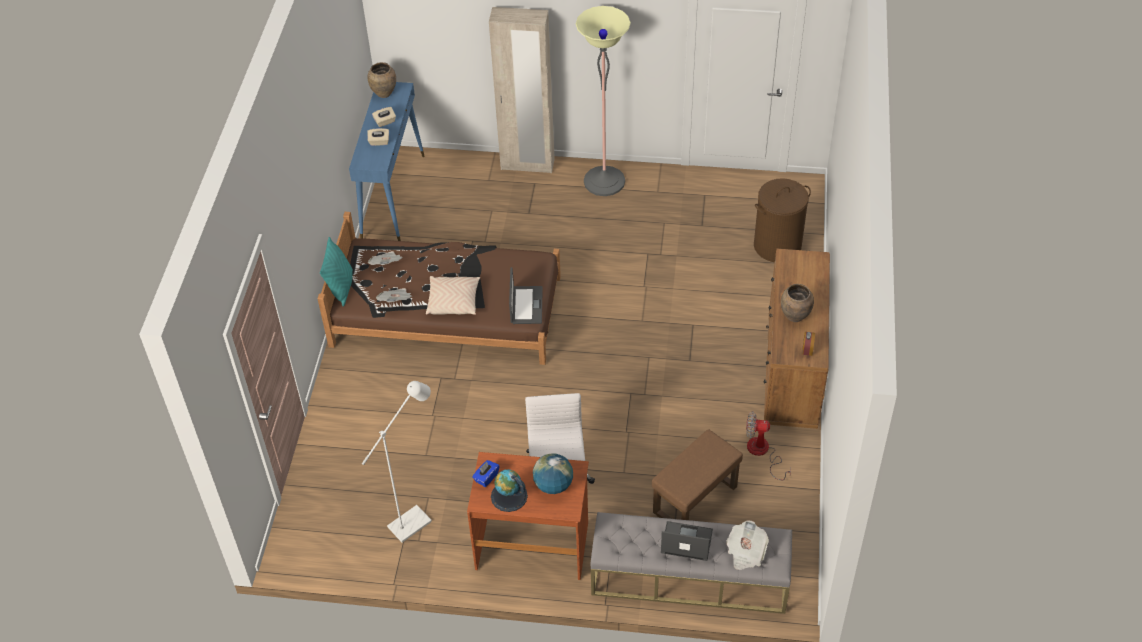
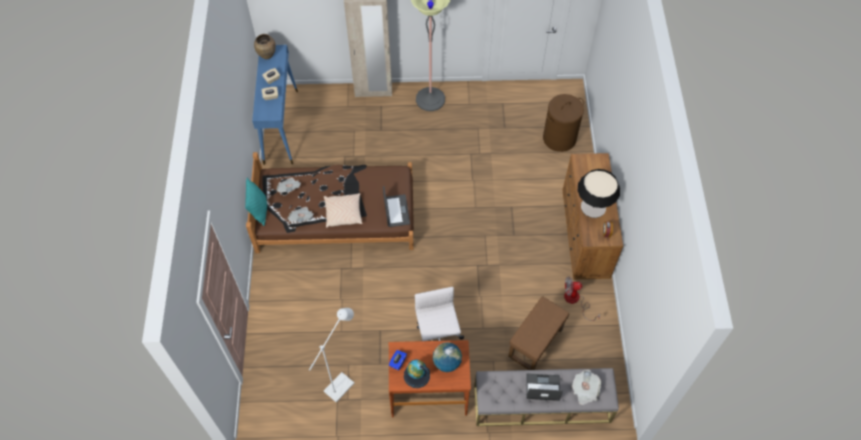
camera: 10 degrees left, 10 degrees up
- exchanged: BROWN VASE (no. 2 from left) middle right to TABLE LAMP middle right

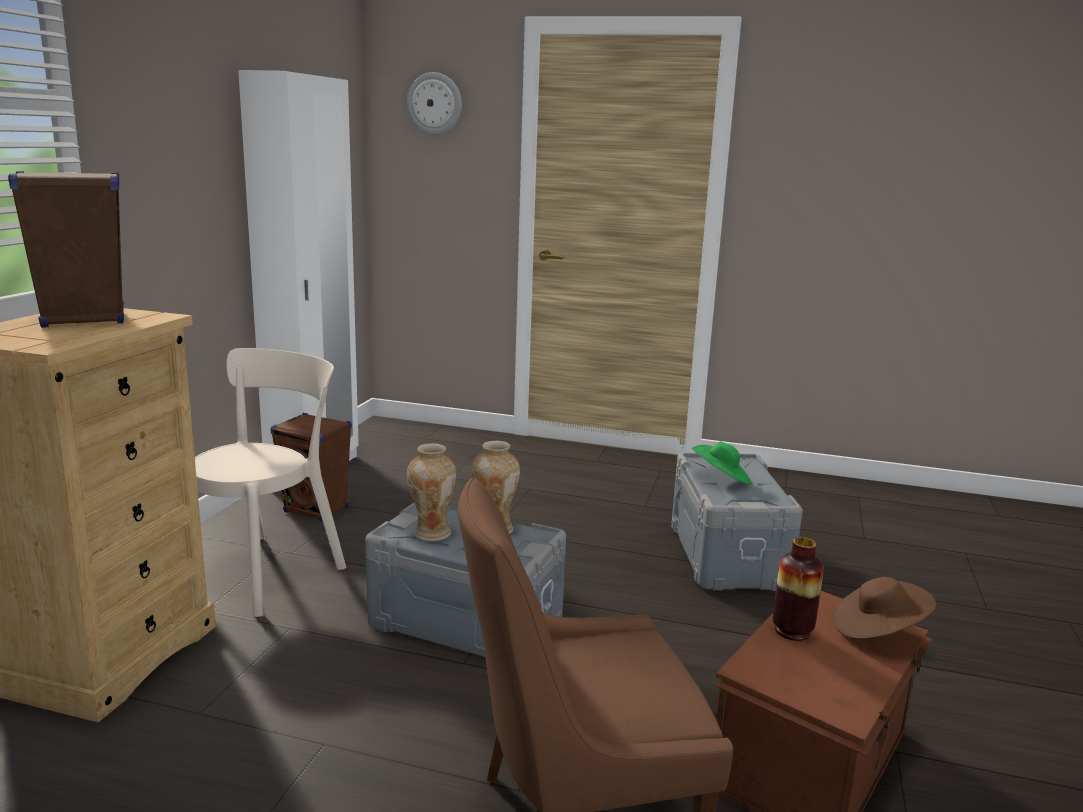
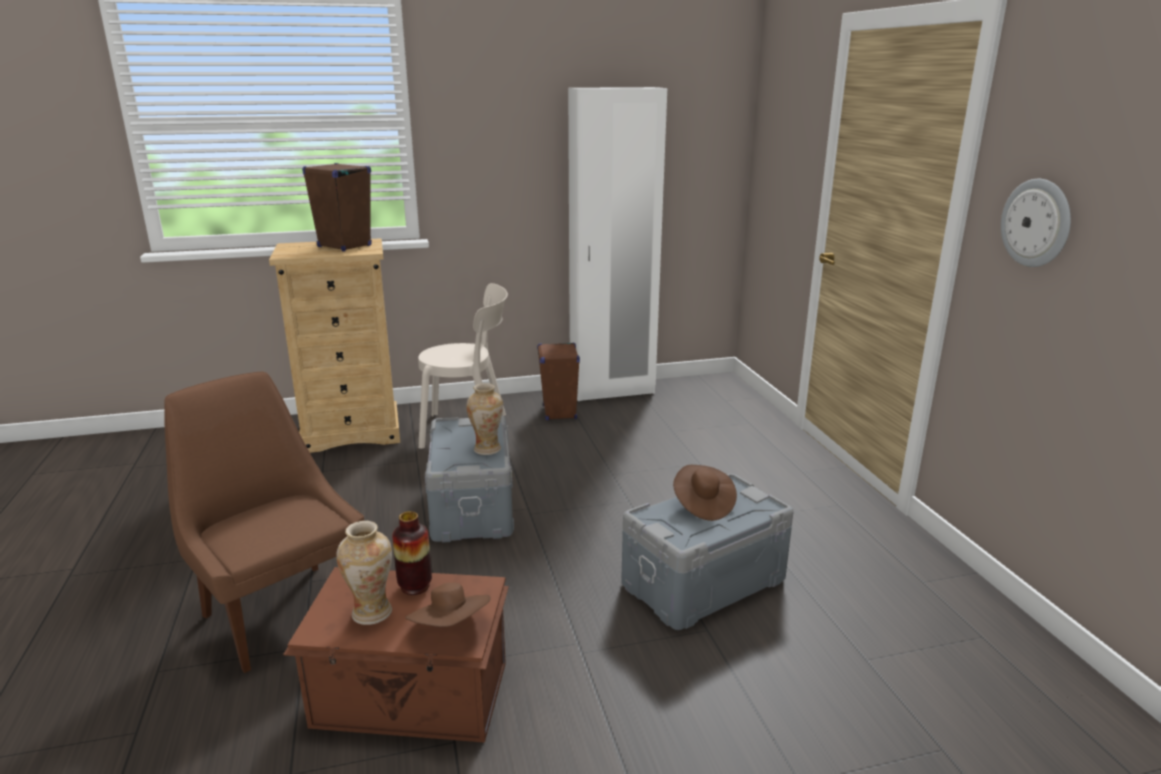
camera: 60 degrees right, 5 degrees up
- relocated: WALL CLOCK top centre to top right
- colour: GREEN HAT middle right to BROWN HAT (no. 2 from left) centre
- relocated: VASE (no. 1 from left) centre to bottom left

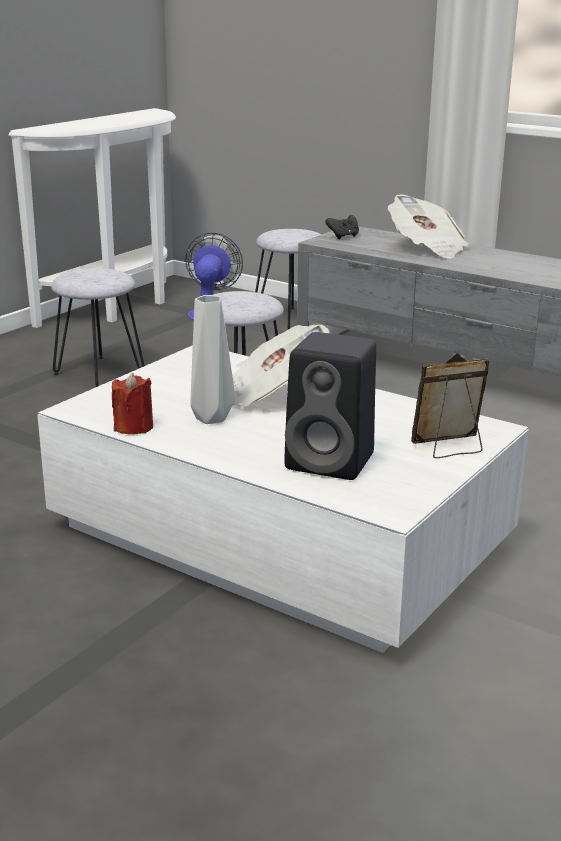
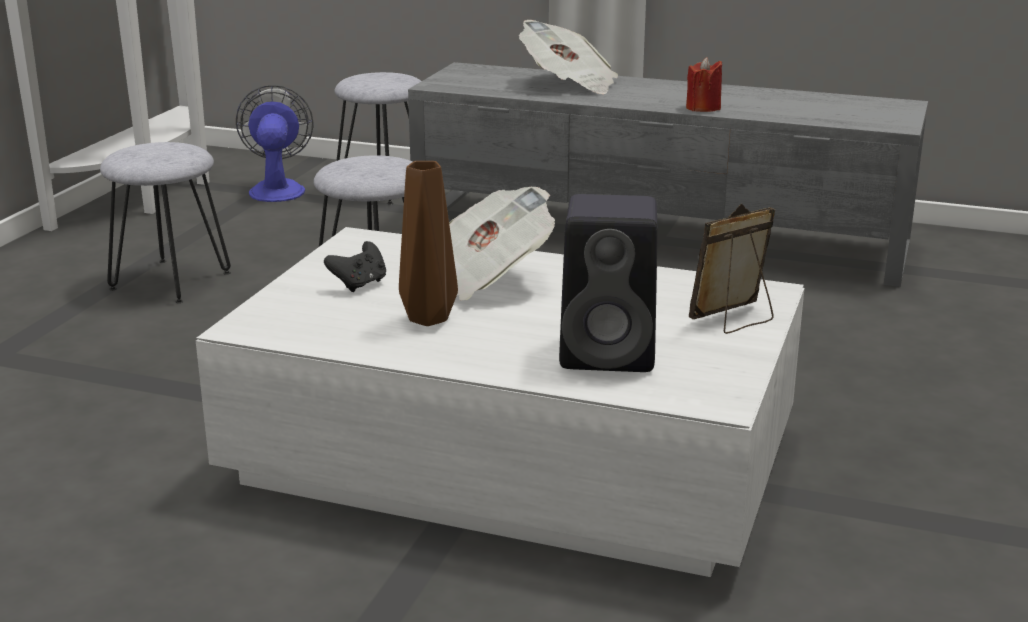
camera: 15 degrees left, 0 degrees up
- relocated: BLACK GAME CONTROLLER top centre to centre
- colour: GREY VASE centre to BROWN VASE centre
- relocated: RED CANDLE middle left to top right

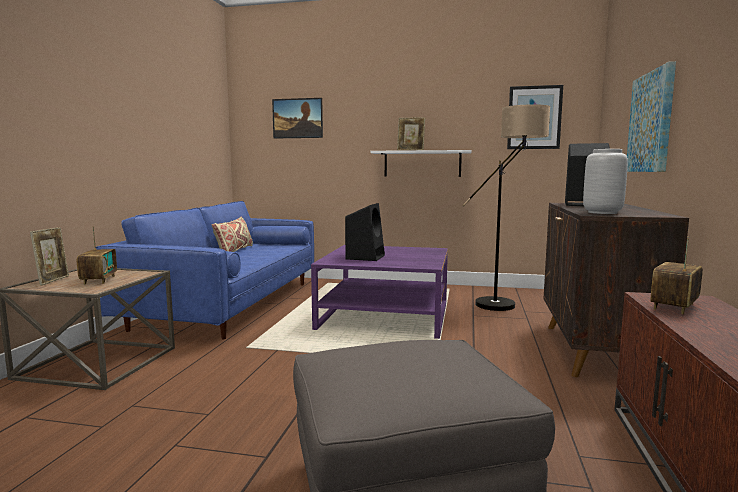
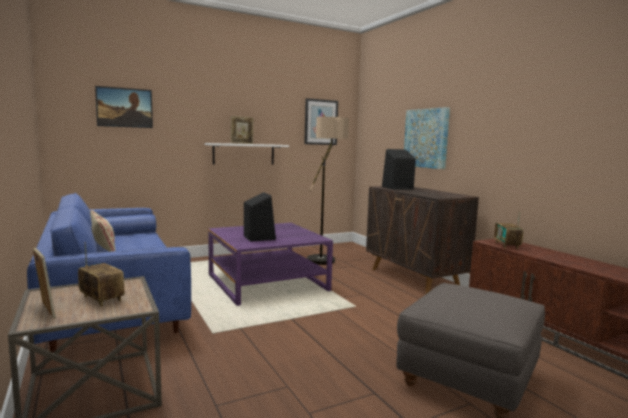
camera: 40 degrees left, 0 degrees up
- missing: GREY VASE middle right

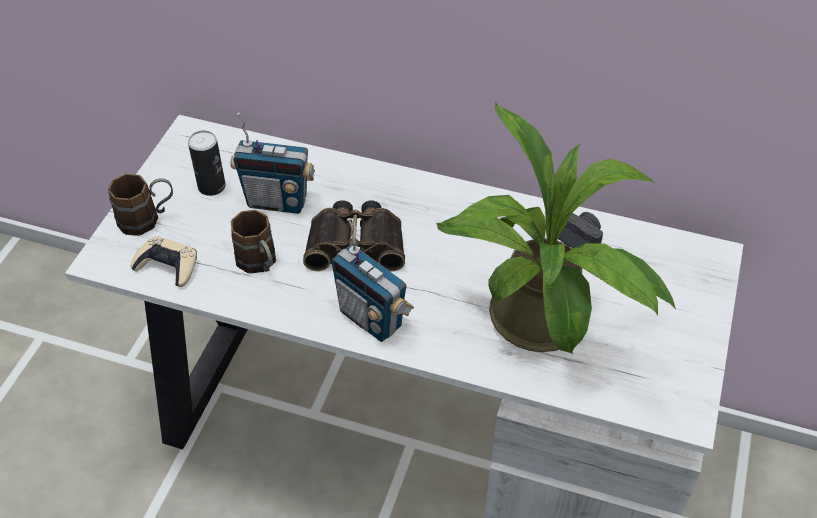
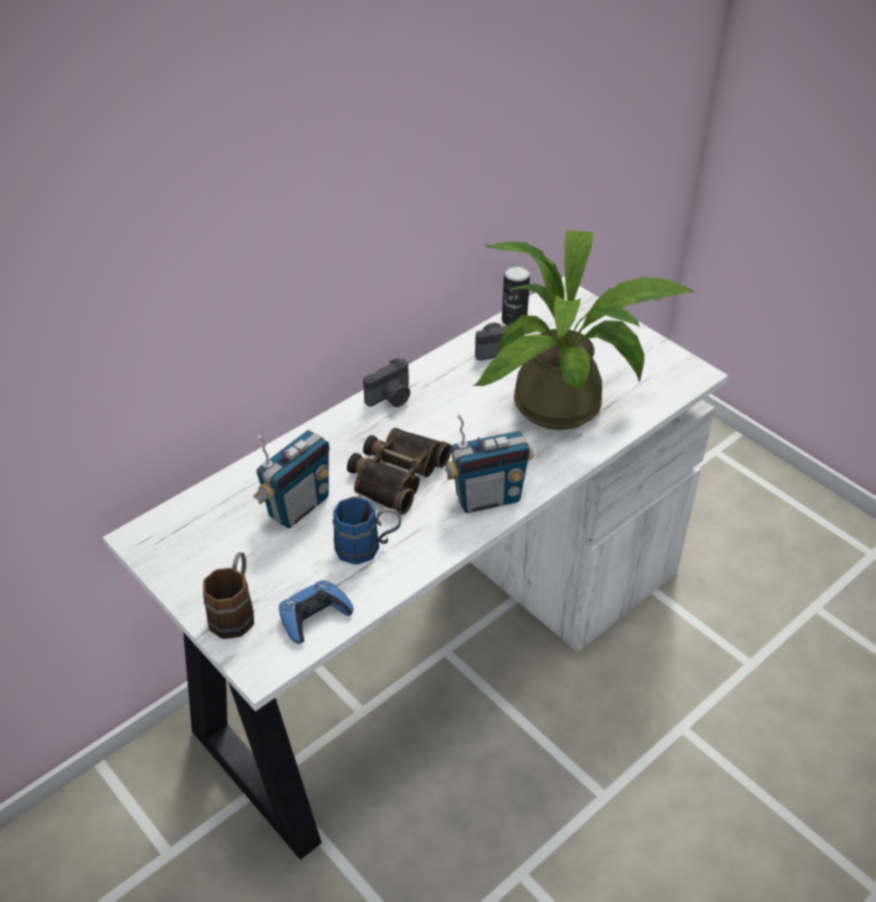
camera: 60 degrees left, 5 degrees down
- relocated: CAN top left to top centre
- colour: BROWN MUG (no. 2 from left) middle left to BLUE MUG centre
- colour: BEIGE GAME CONTROLLER middle left to BLUE GAME CONTROLLER bottom centre
- appeared: PHOTO CAMERA (no. 1 from left) centre

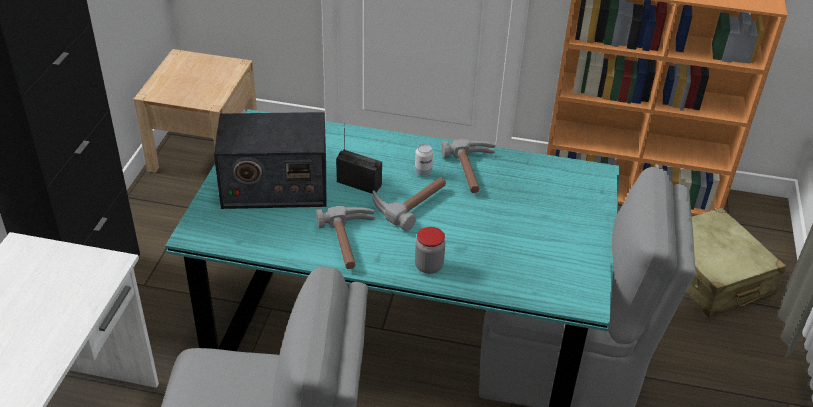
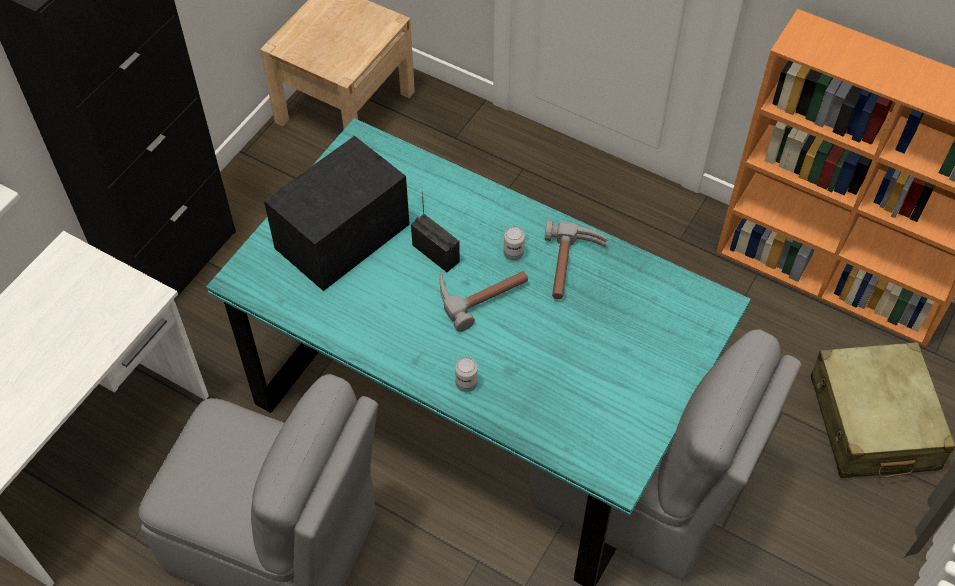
camera: 20 degrees right, 15 degrees up
- spun: RADIO (no. 1 from left) middle left = centre 120 degrees clockwise
- missing: HAMMER (no. 1 from left) centre
- exchanged: JAR centre to CAN (no. 1 from left) centre

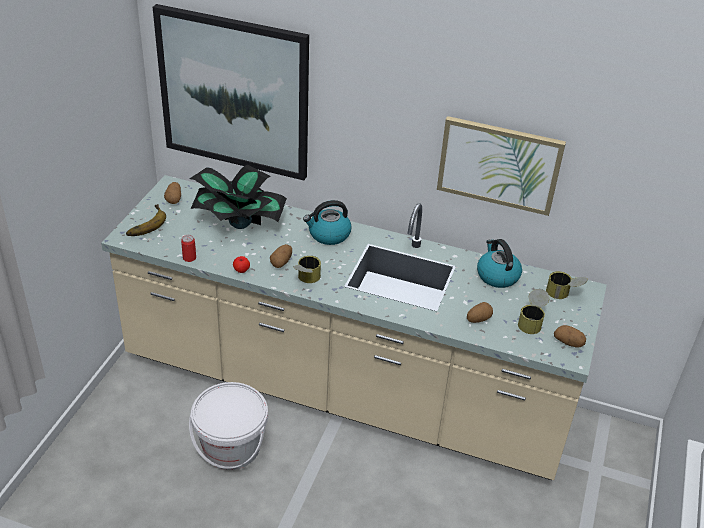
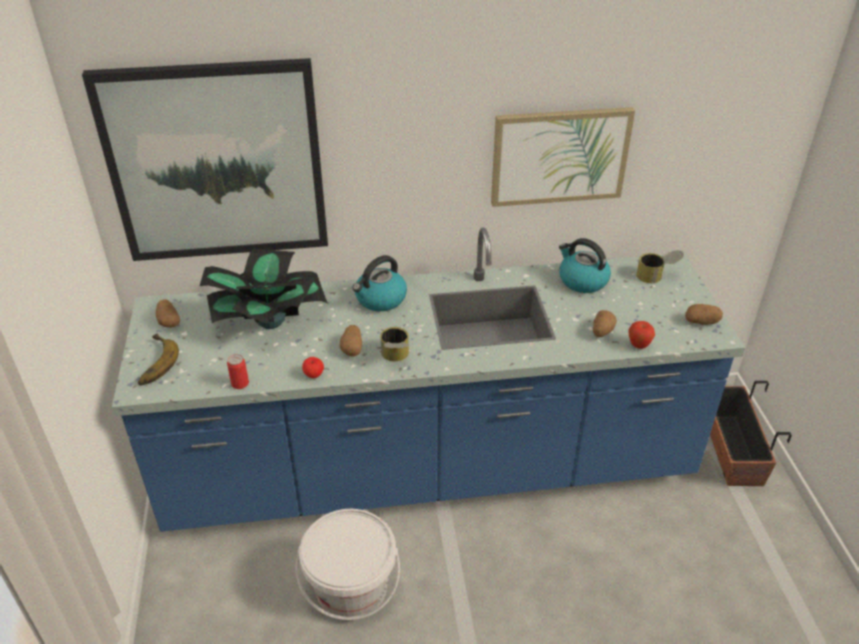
camera: 25 degrees left, 0 degrees up
- colour: BEIGE COUNTER centre to BLUE COUNTER centre
- missing: CAN (no. 3 from left) middle right
- appeared: APPLE (no. 2 from left) middle right
- appeared: PLANTER bottom right

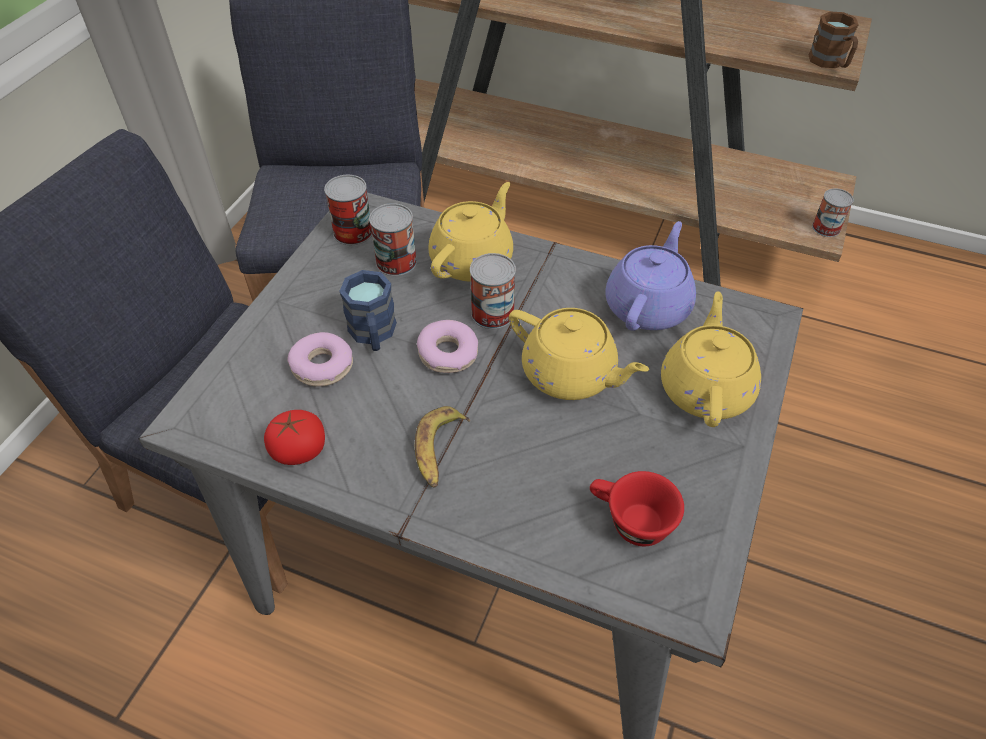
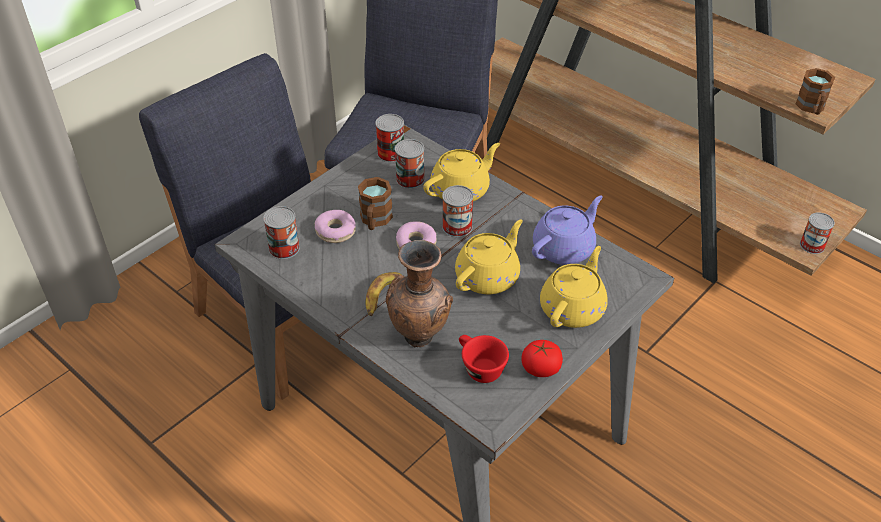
camera: 20 degrees right, 5 degrees down
- colour: BLUE MUG centre to BROWN MUG (no. 1 from left) centre
- spun: YELLOW TEAPOT (no. 2 from left) centre = centre 105 degrees counterclockwise
- relocated: TOMATO middle left to bottom centre
- appeared: CAN (no. 1 from left) middle left
- appeared: BROWN VASE centre

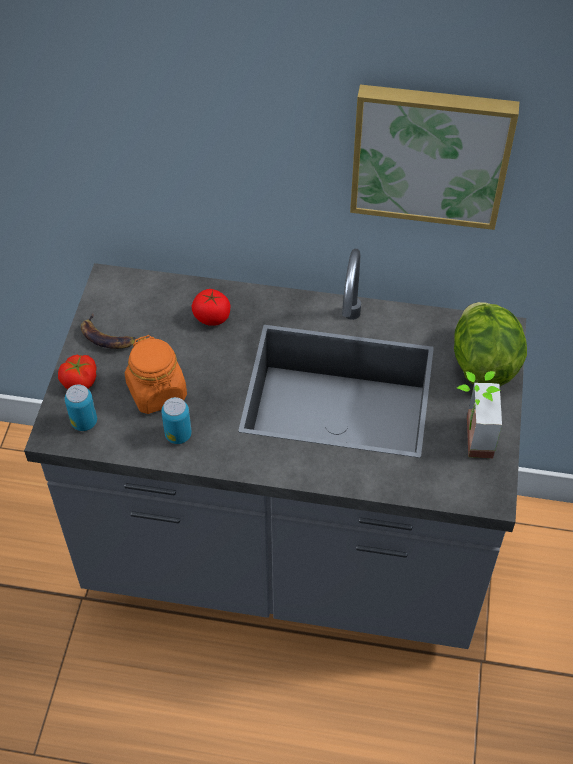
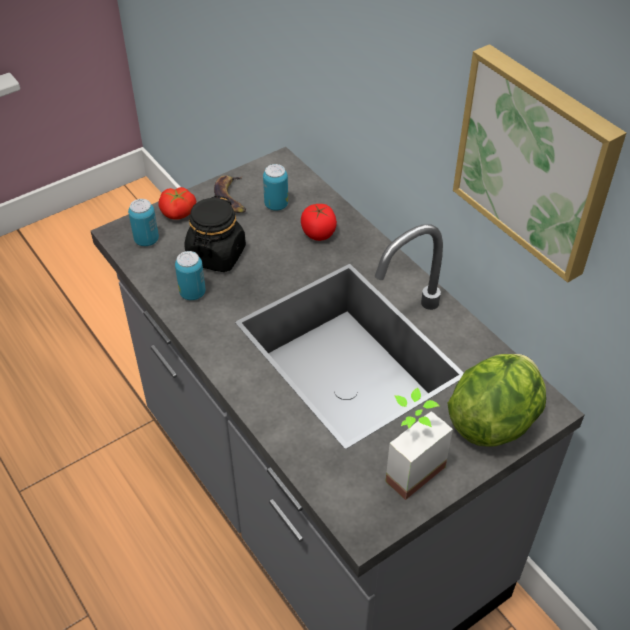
camera: 45 degrees right, 5 degrees down
- colour: ORANGE JAR middle left to BLACK JAR centre
- appeared: CAN (no. 3 from left) top centre

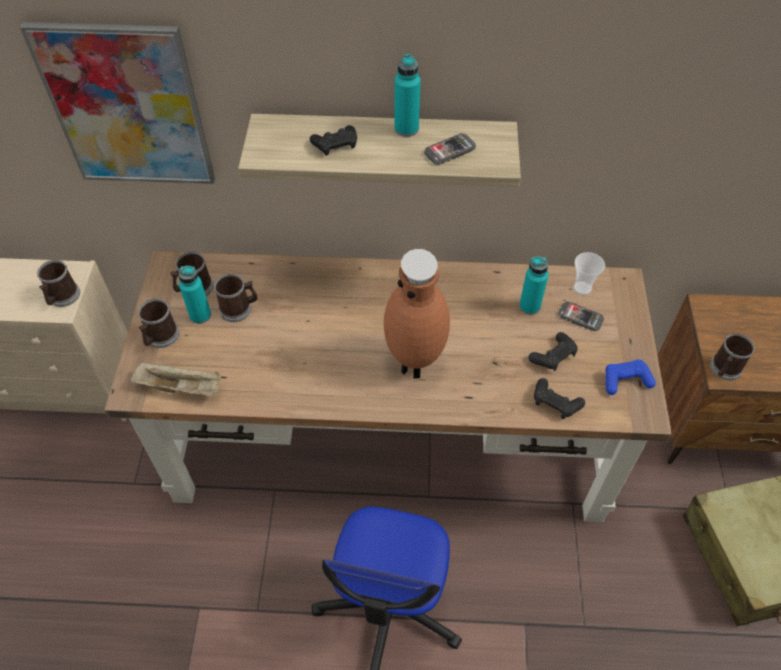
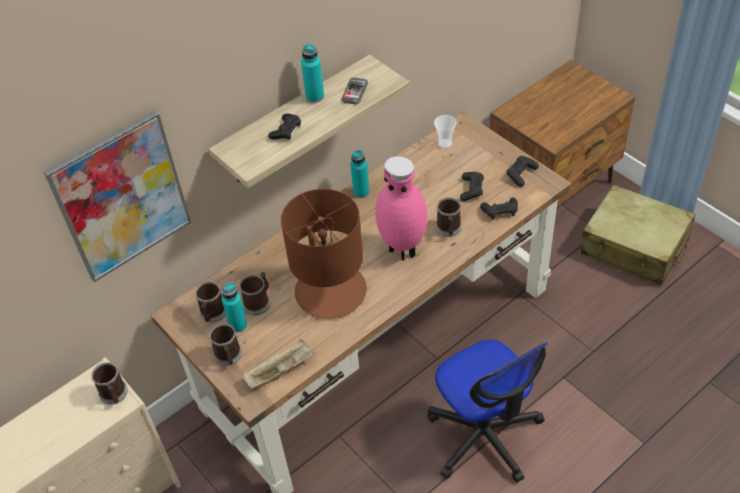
camera: 40 degrees left, 5 degrees down
- colour: BROWN VASE centre to PINK VASE centre
- relocated: TURQUOISE BOTTLE (no. 3 from left) middle right to centre
- missing: PHONE (no. 2 from left) middle right
- relocated: MUG (no. 5 from left) middle right to centre
- colour: BLUE GAME CONTROLLER middle right to BLACK GAME CONTROLLER (no. 4 from left) middle right
- appeared: BROWN TABLE LAMP centre

